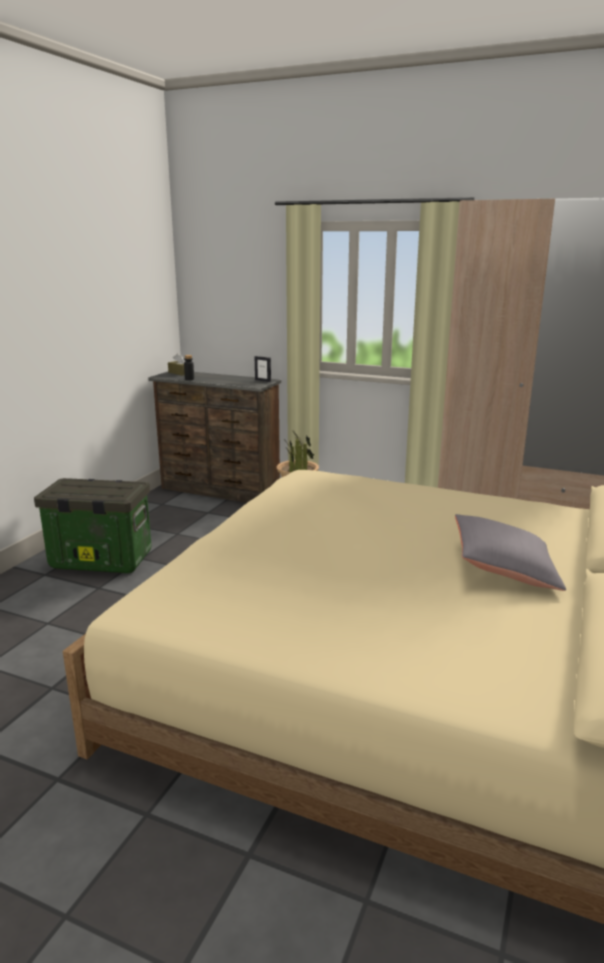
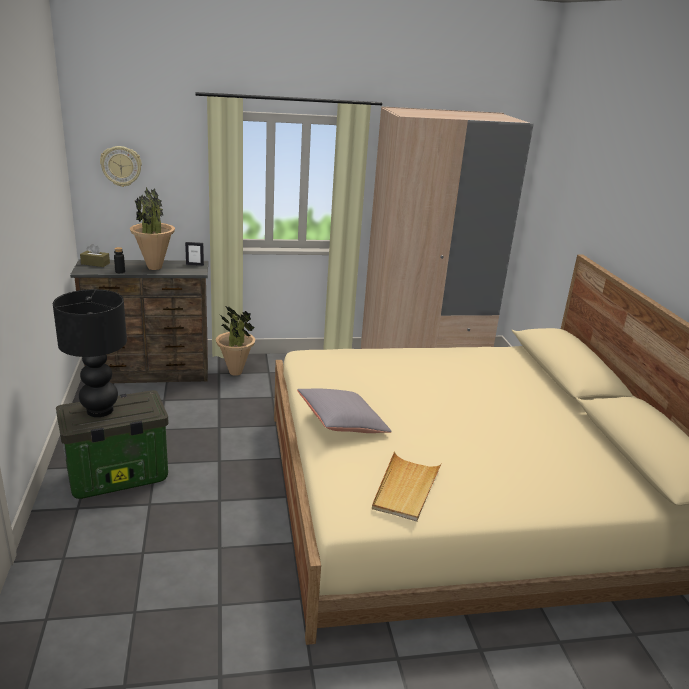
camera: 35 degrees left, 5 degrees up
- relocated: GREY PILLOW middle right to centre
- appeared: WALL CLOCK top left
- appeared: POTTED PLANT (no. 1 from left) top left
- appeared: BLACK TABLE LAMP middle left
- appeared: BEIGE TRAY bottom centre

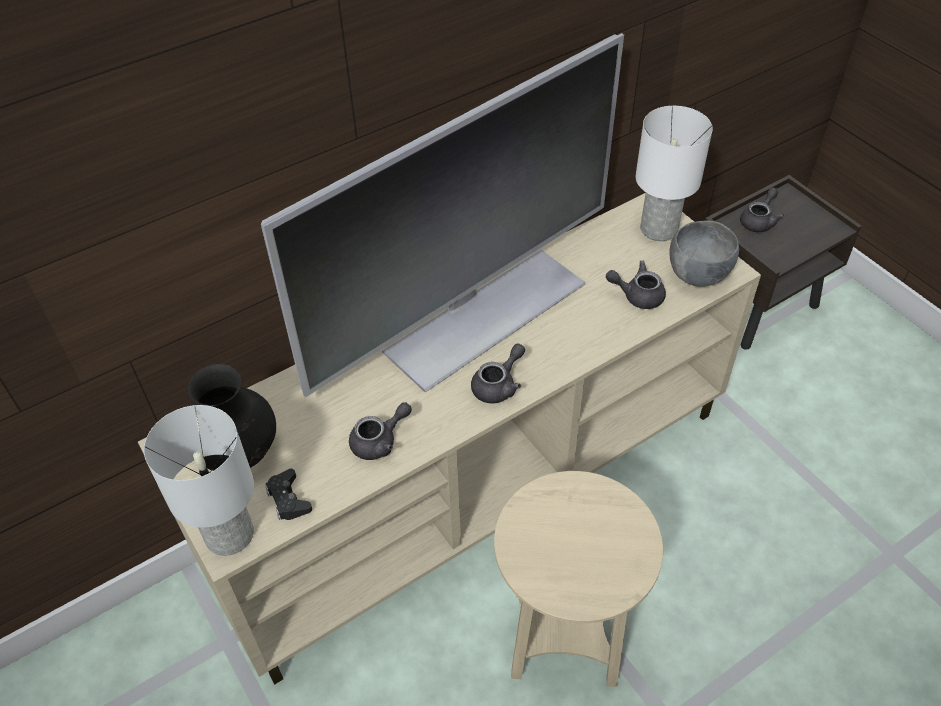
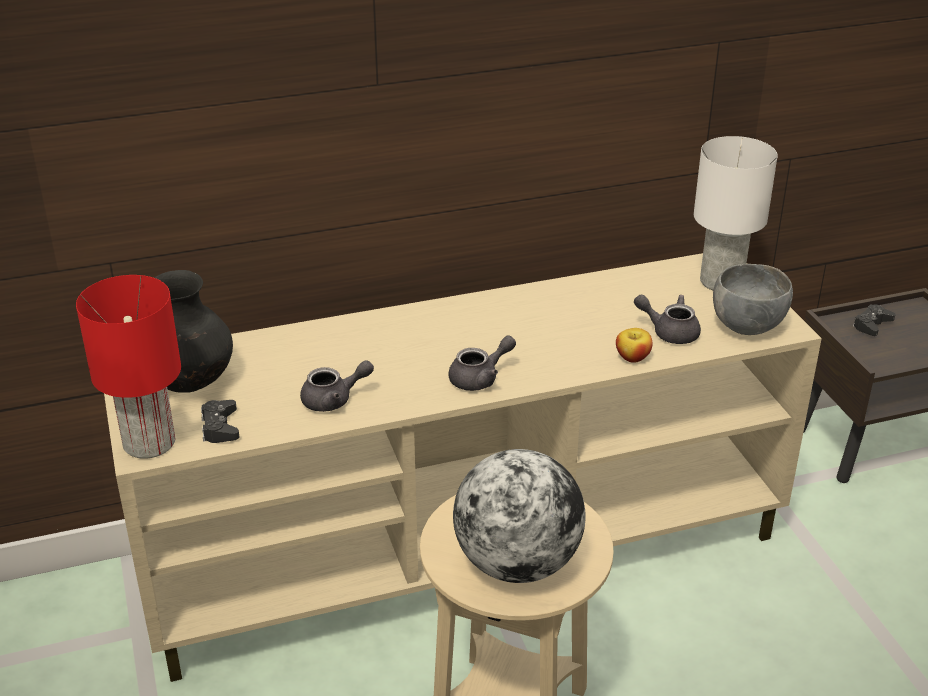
camera: 15 degrees right, 15 degrees down
- missing: TELEVISION top centre
- exchanged: GREY TEAPOT (no. 4 from left) top right to BLACK GAME CONTROLLER (no. 2 from left) middle right
- colour: WHITE TABLE LAMP (no. 1 from left) bottom left to RED TABLE LAMP middle left
- appeared: APPLE middle right
- appeared: GLOBE bottom centre

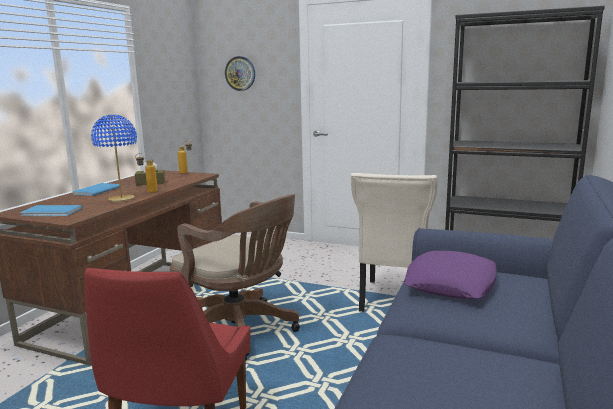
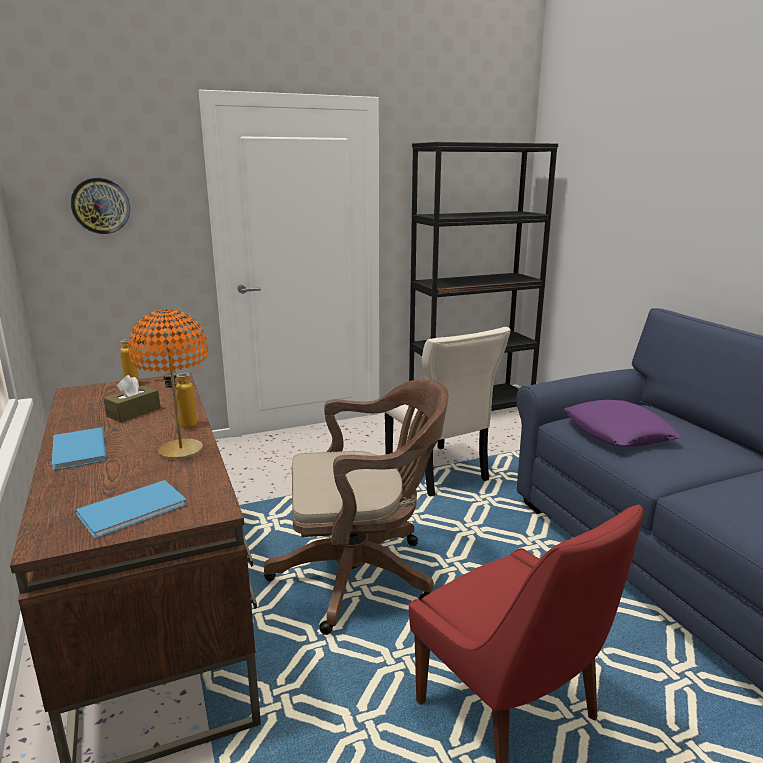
camera: 45 degrees left, 5 degrees up
- colour: BLUE TABLE LAMP middle left to ORANGE TABLE LAMP middle left

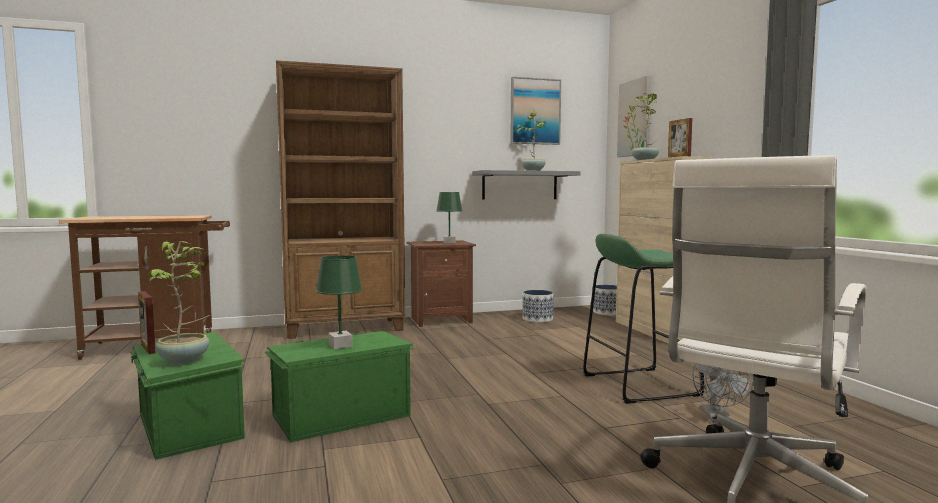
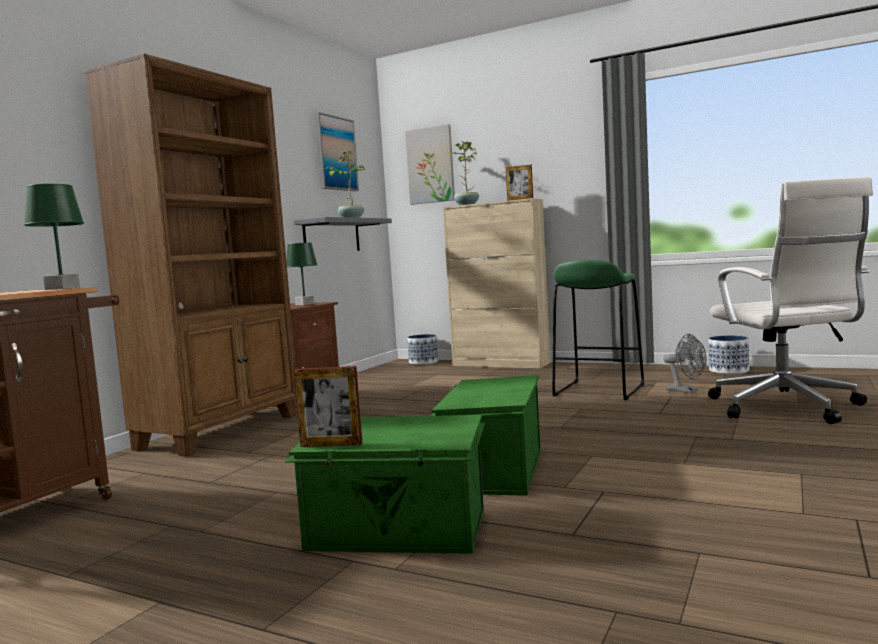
camera: 45 degrees left, 0 degrees up
- missing: POTTED PLANT (no. 1 from left) middle left
- relocated: GREEN TABLE LAMP (no. 1 from left) centre to middle left
- relocated: PLANTER (no. 1 from left in the first image) centre to PLANTER (no. 2 from left) middle right

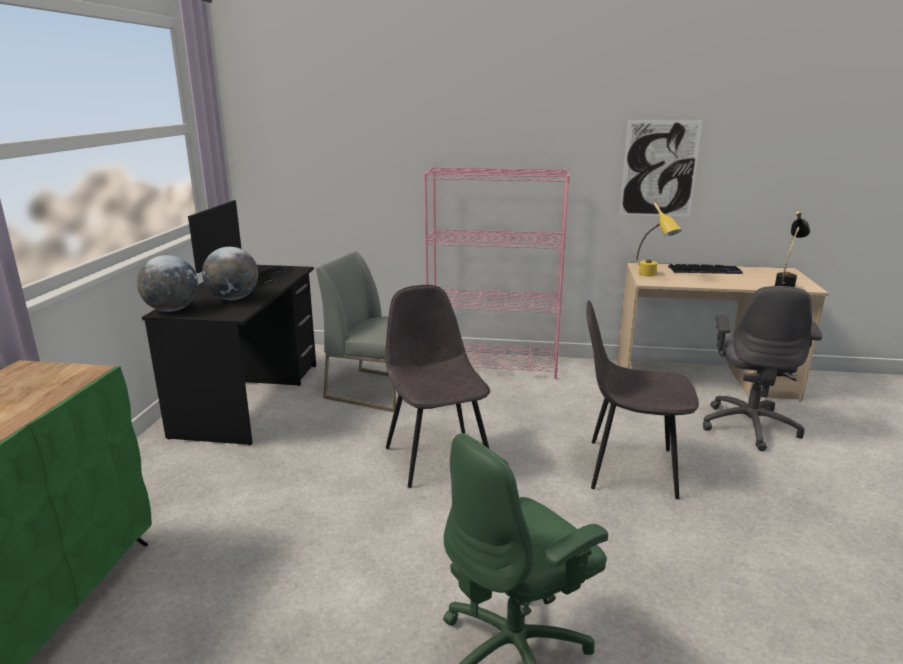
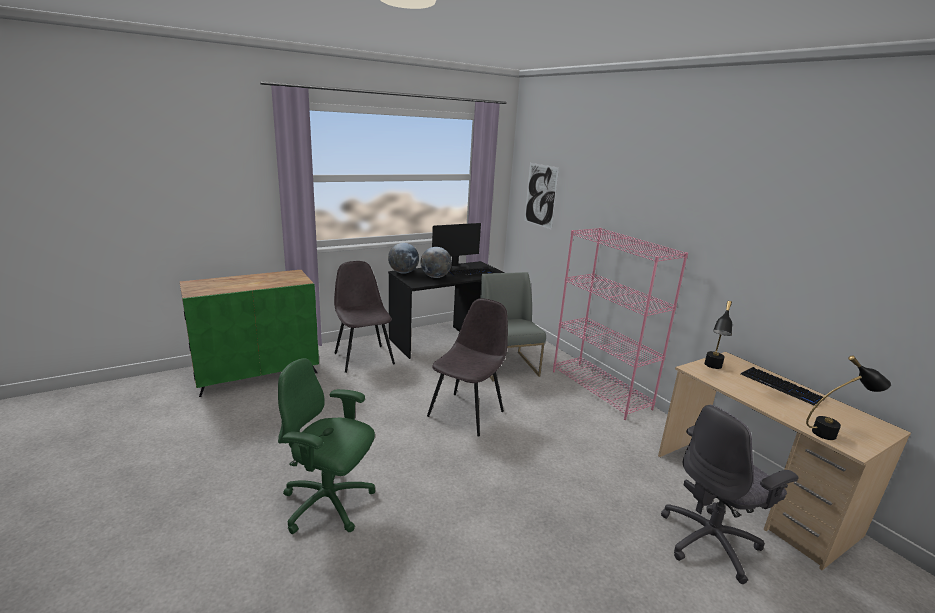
camera: 50 degrees right, 0 degrees up
- relocated: PICTURE top right to top centre
- colour: YELLOW TABLE LAMP middle right to BLACK TABLE LAMP (no. 1 from left) middle right
- relocated: GREY CHAIR (no. 3 from left in the first image) middle right to GREY CHAIR (no. 1 from left) centre

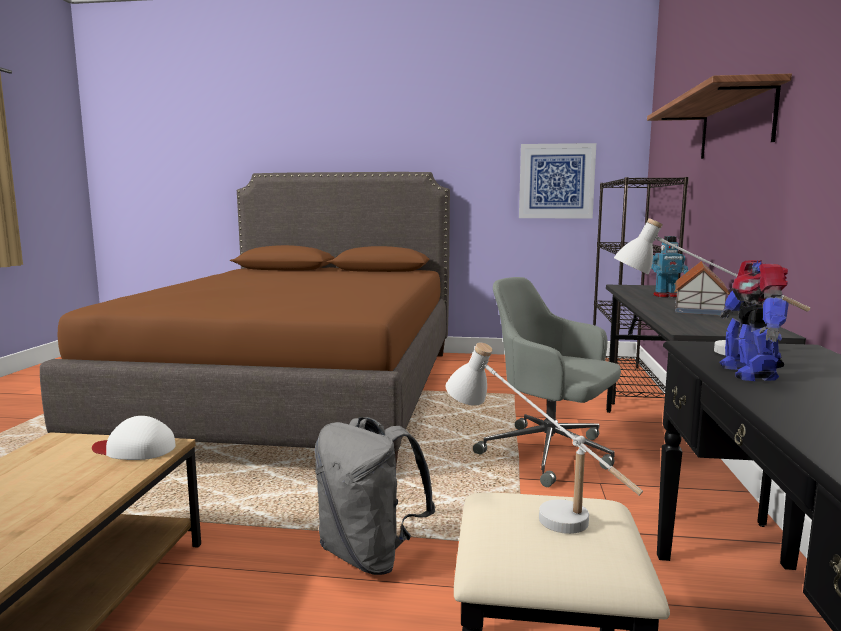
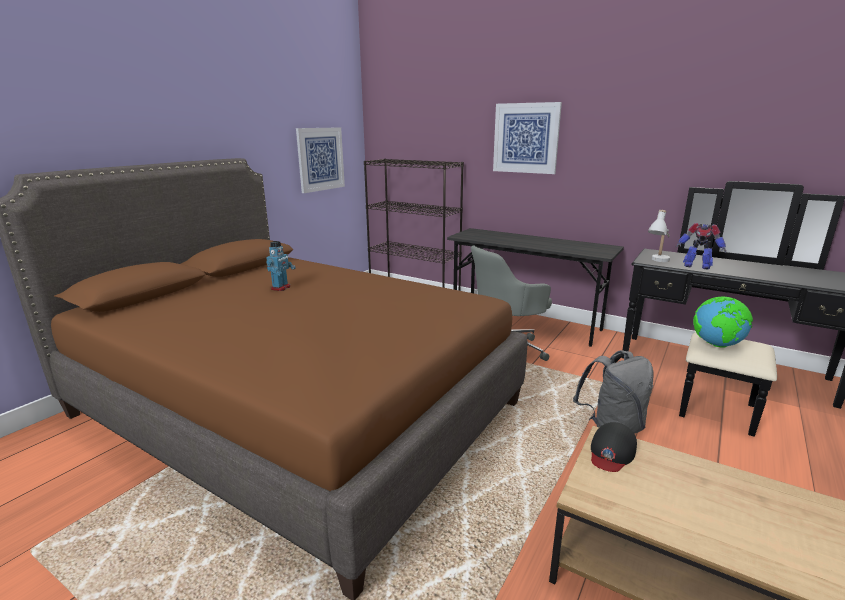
camera: 65 degrees left, 10 degrees up
- exchanged: SHELF top right to PICTURE (no. 2 from left) top centre
- relocated: TOY ROBOT (no. 1 from left) middle right to middle left
- missing: TOY HOUSE middle right
- exchanged: WHITE TABLE LAMP (no. 1 from left) bottom centre to GLOBE middle right
- colour: WHITE CAP bottom left to BLACK CAP bottom right

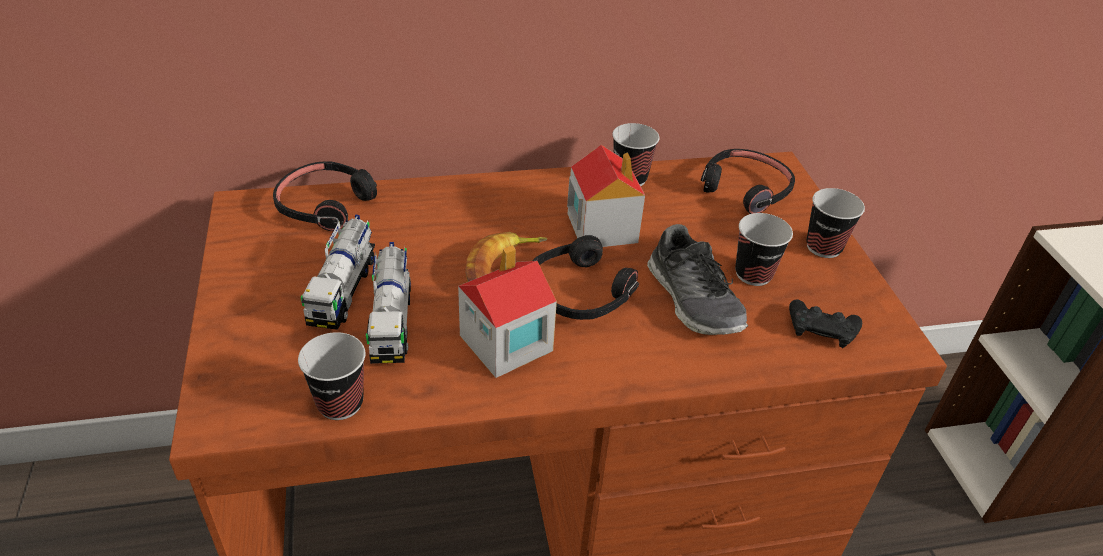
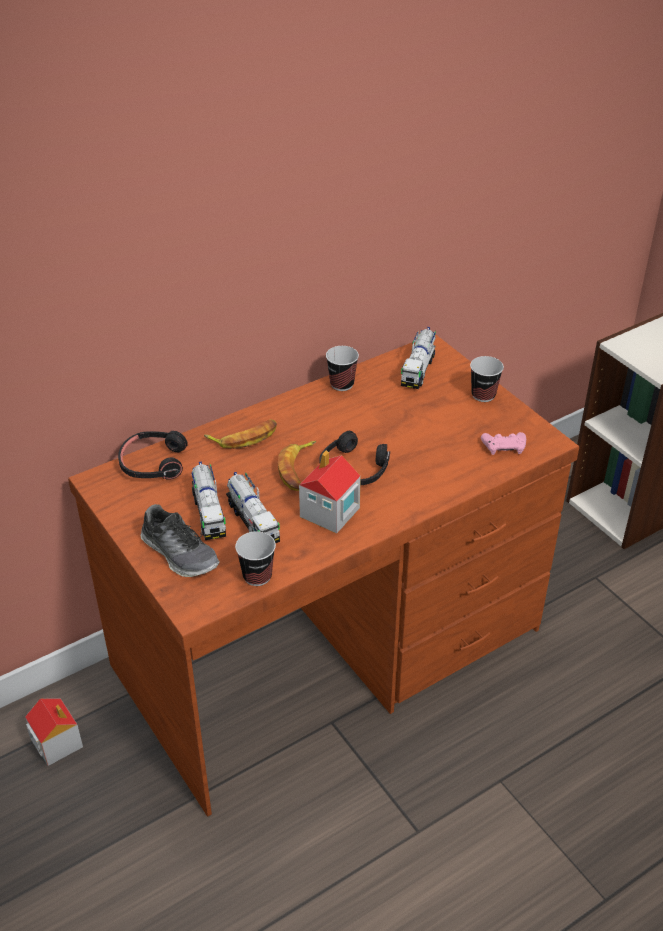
camera: 20 degrees left, 0 degrees up
- relocated: TOY HOUSE (no. 2 from left in the first image) centre to TOY HOUSE (no. 1 from left) bottom left
- exchanged: BLACK HEADPHONES (no. 3 from left) top right to TOY TRUCK (no. 3 from left) centre
- missing: CUP (no. 3 from left) middle right
- relocated: SHOE centre to middle left
- colour: BLACK GAME CONTROLLER middle right to PINK GAME CONTROLLER middle right
- appeared: BANANA (no. 1 from left) centre

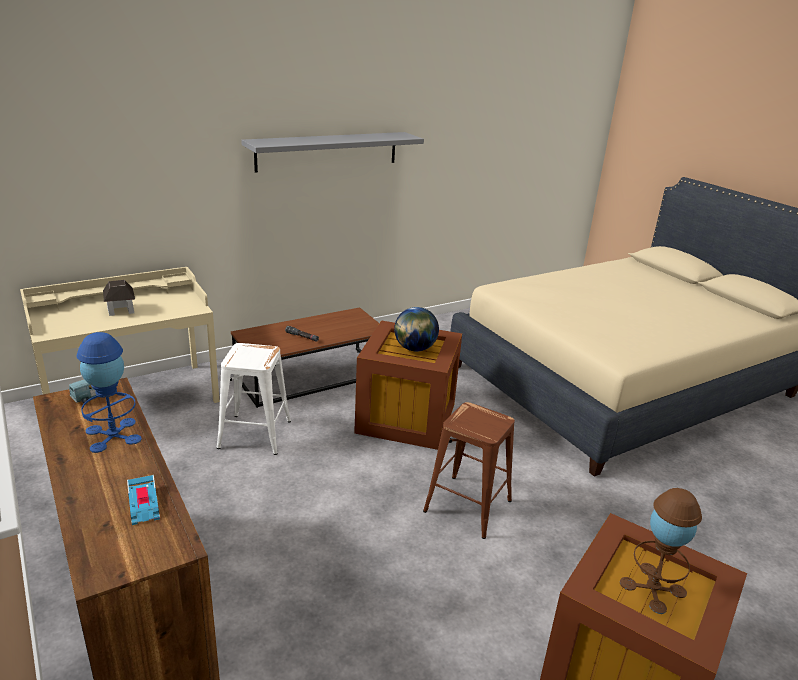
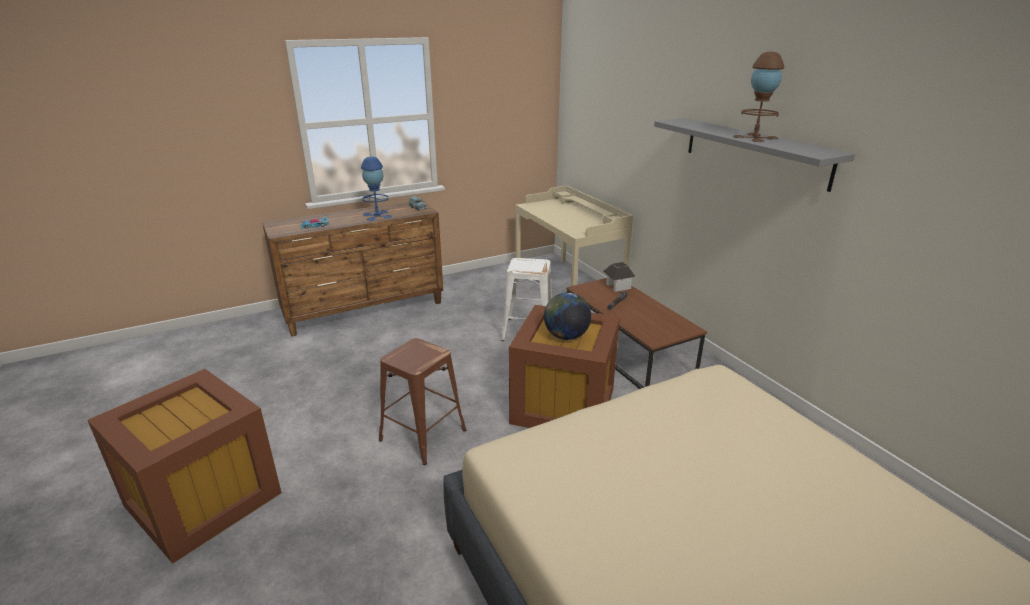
camera: 95 degrees right, 0 degrees up
- relocated: TOY HOUSE middle left to centre
- relocated: BROWN TABLE LAMP bottom right to top right

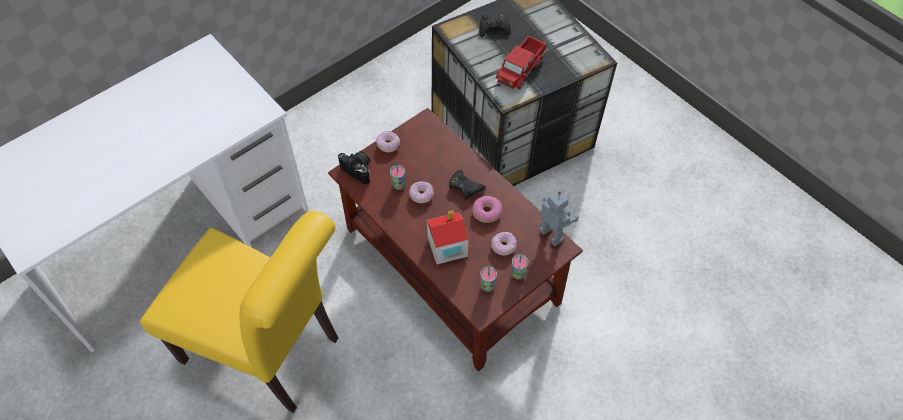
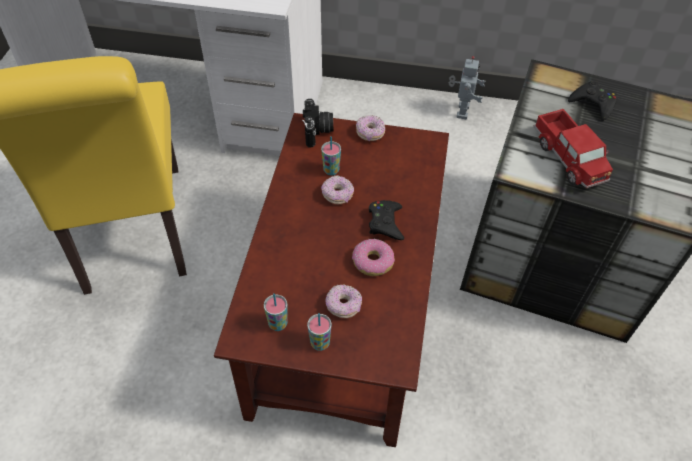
camera: 50 degrees right, 5 degrees down
- spun: TOY TRUCK top centre = top right 105 degrees counterclockwise
- relocated: TOY ROBOT centre to top right
- missing: TOY HOUSE centre

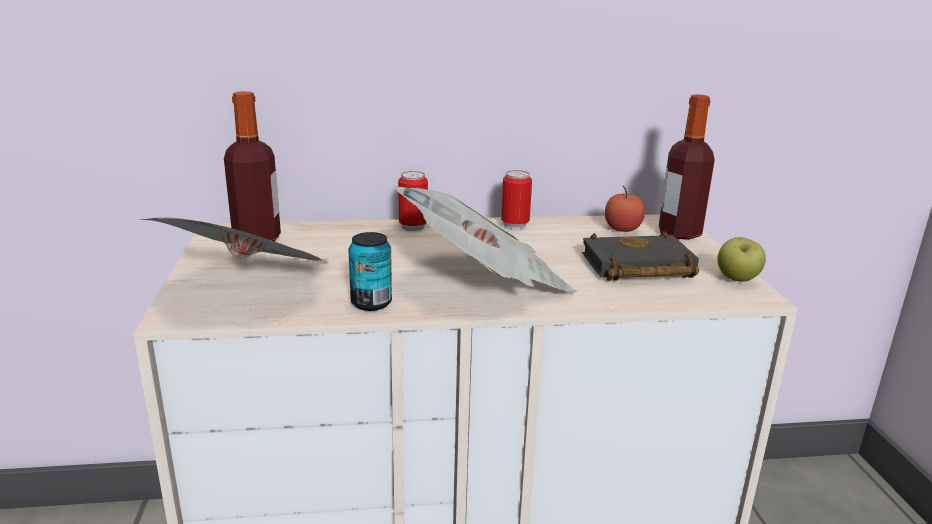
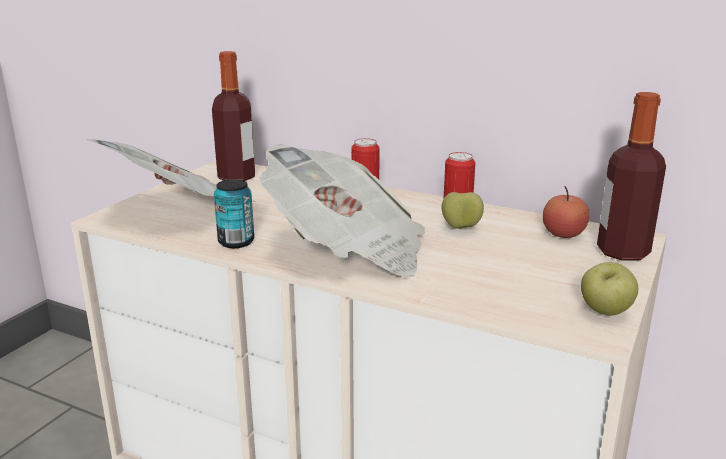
camera: 35 degrees right, 0 degrees up
- missing: BLACK BOOK middle right
- appeared: APPLE (no. 1 from left) centre

